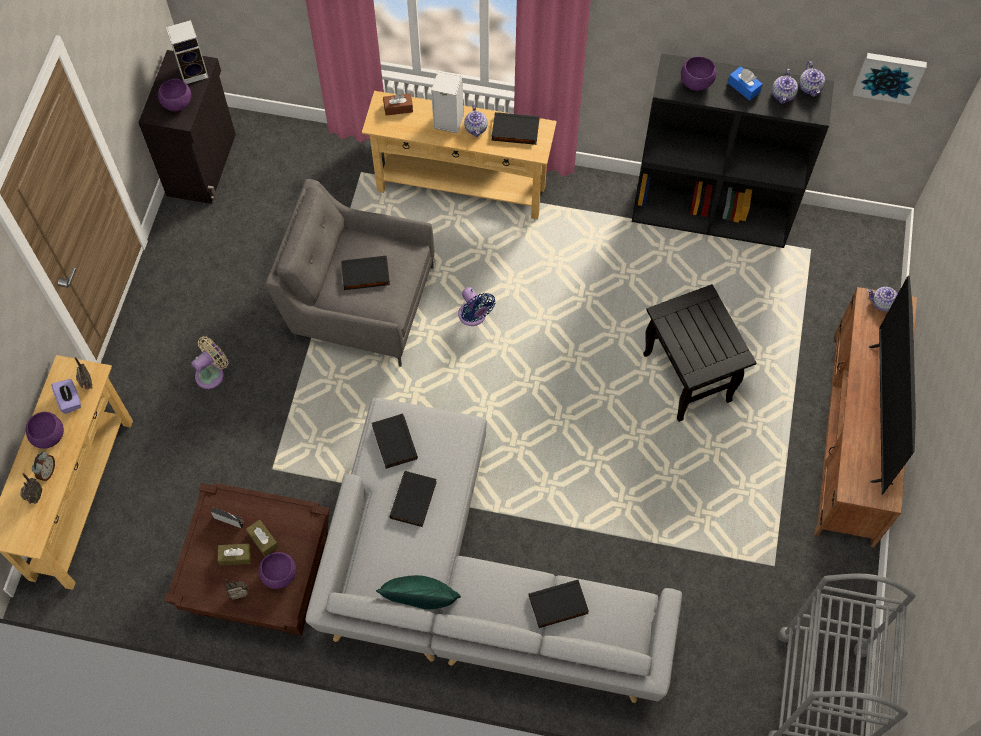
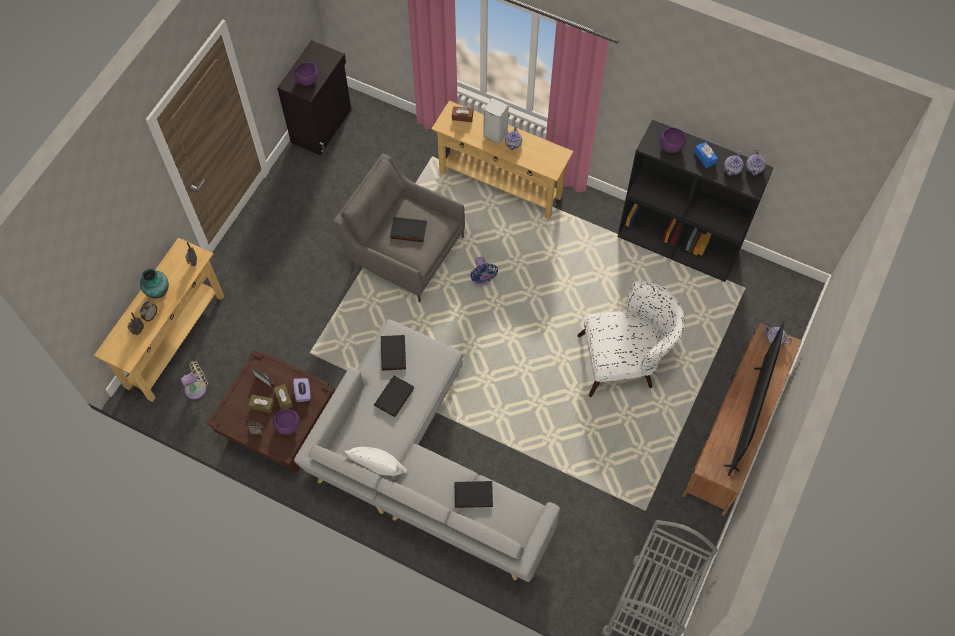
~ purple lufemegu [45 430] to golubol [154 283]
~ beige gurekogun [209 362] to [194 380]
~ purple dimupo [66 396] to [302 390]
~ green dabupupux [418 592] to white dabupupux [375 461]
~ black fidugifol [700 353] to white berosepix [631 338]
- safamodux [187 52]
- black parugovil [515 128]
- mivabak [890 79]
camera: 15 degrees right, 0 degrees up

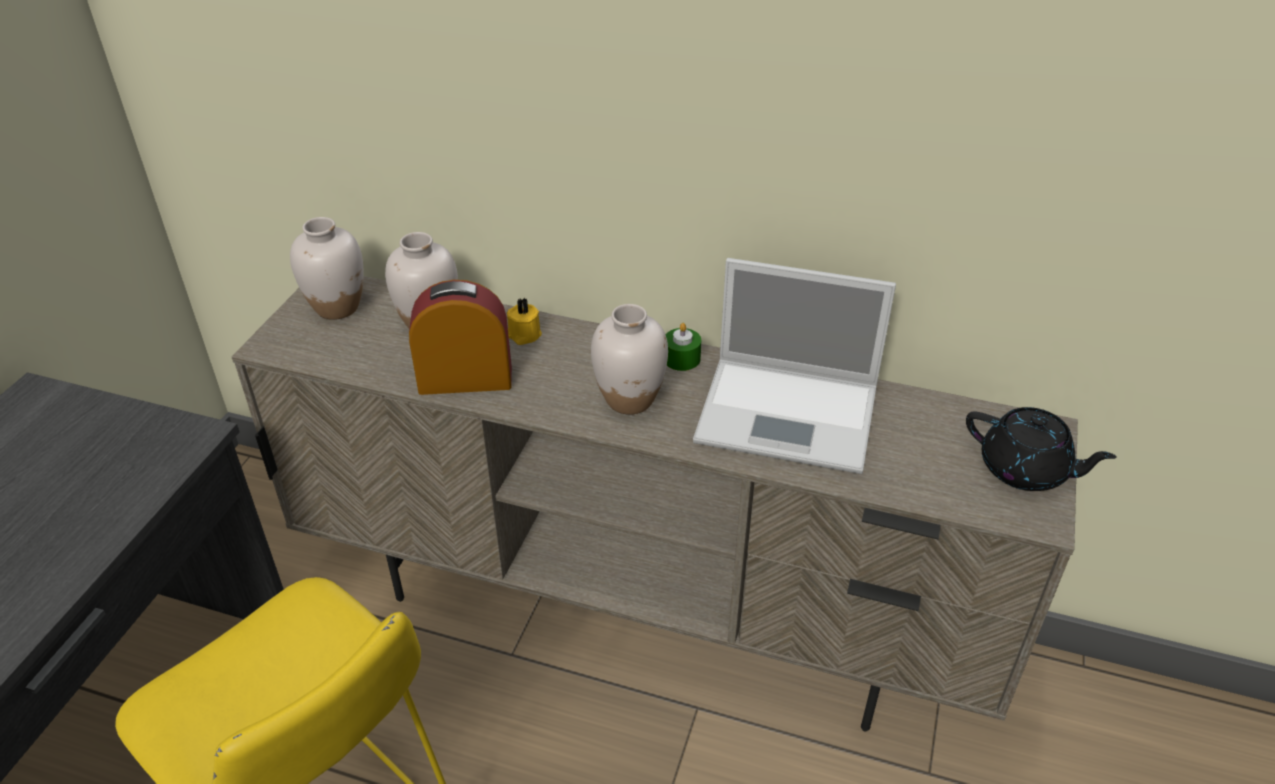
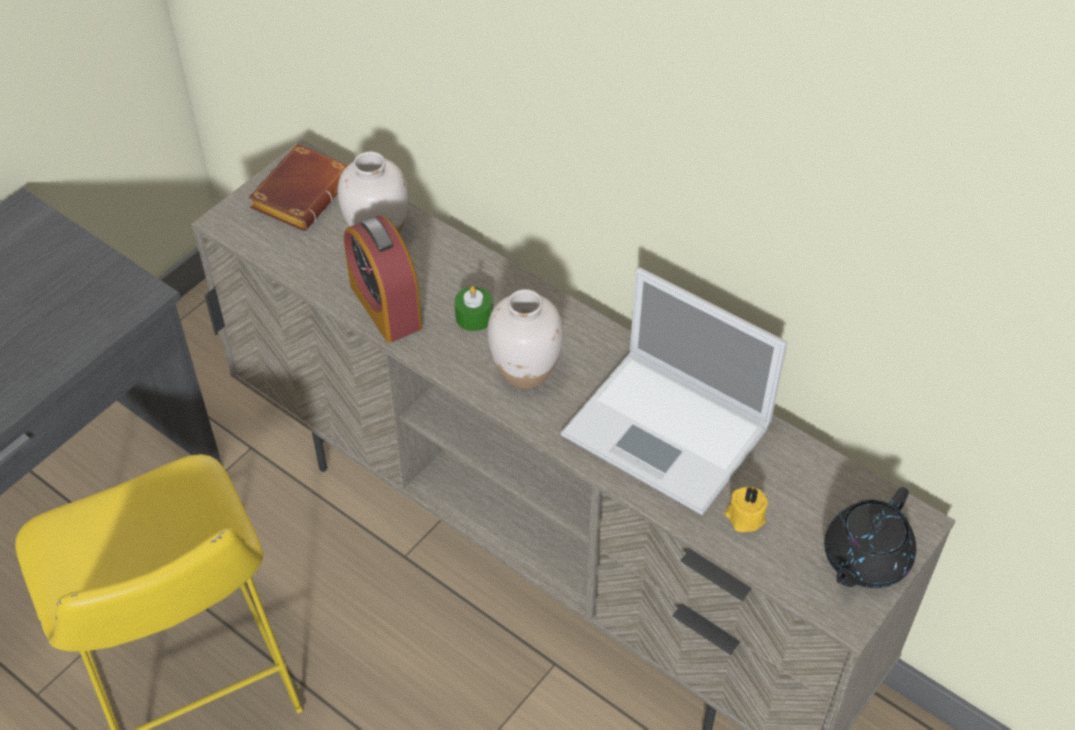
~ white golubol [326 268] to brown parugovil [298 187]
~ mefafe [460 337] = [383 279] 135 degrees counterclockwise
~ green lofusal [683 347] to [474 308]
~ yellow lofusal [524 321] to [746 509]
~ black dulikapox [1041 449] = [870 537] 75 degrees clockwise
camera: 20 degrees right, 10 degrees up

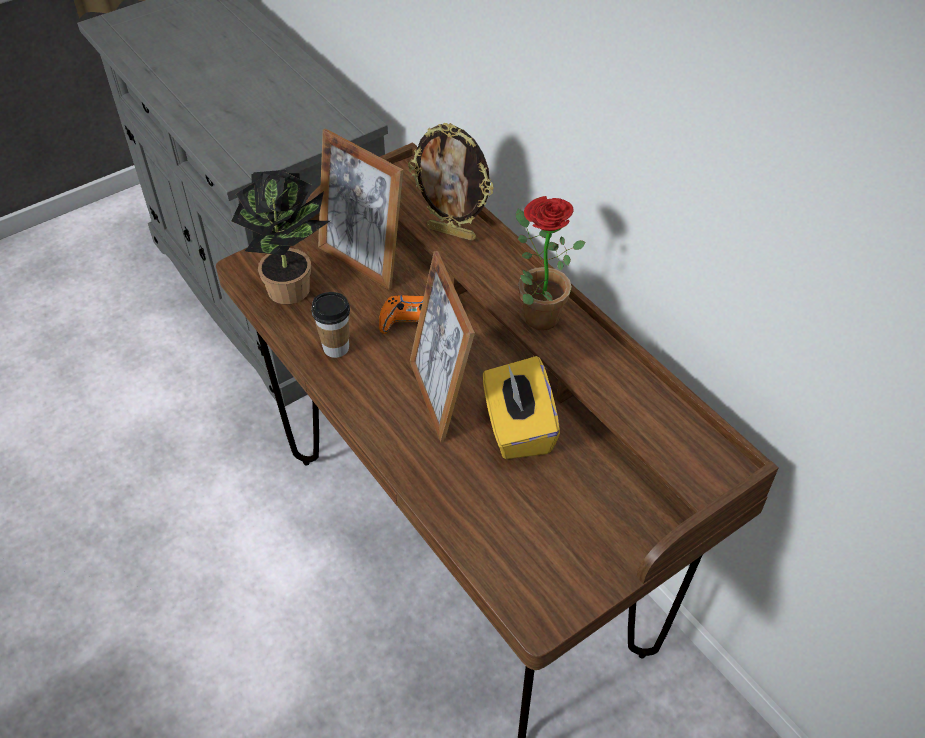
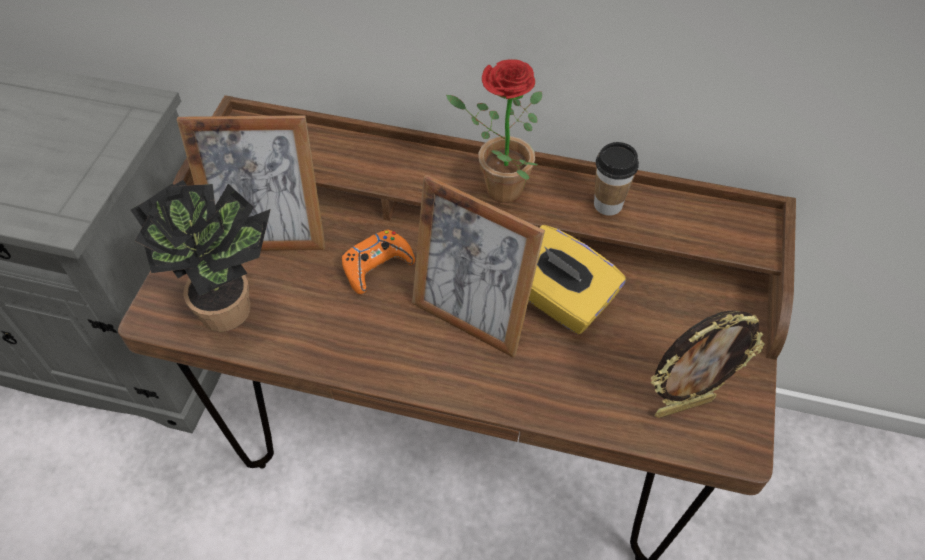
~ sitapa [330 325] to [616 179]
~ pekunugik [451 182] to [708 364]
camera: 40 degrees left, 5 degrees up

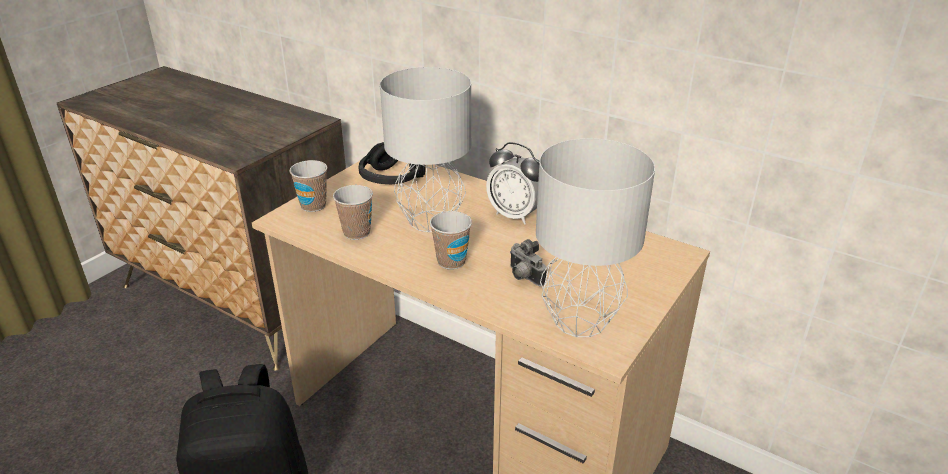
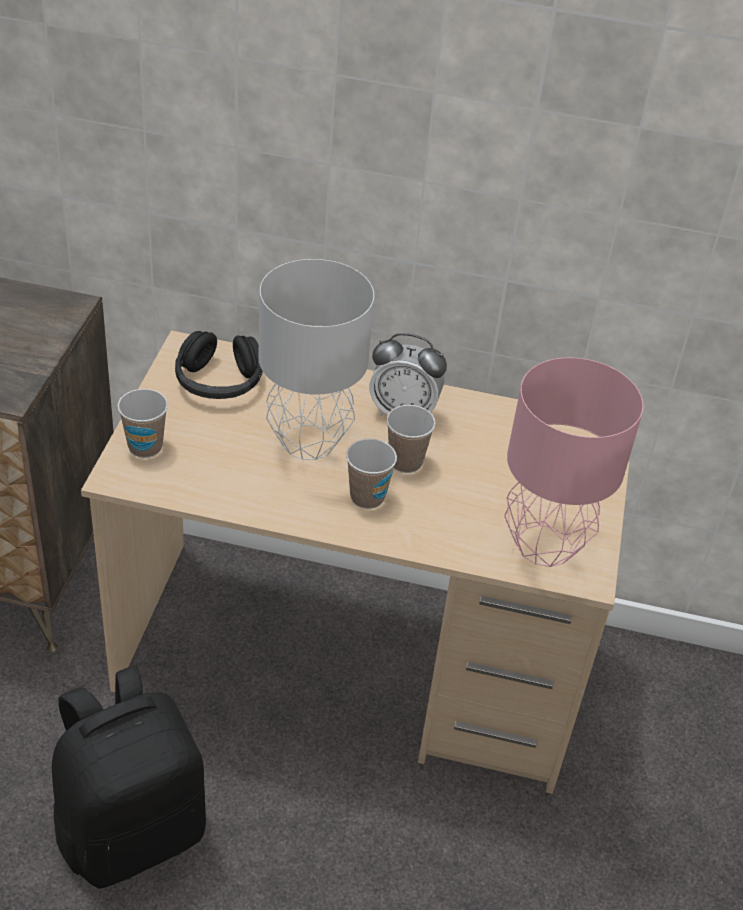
~ sitapa [353 212] to [411 439]
~ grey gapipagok [595 237] to pink gapipagok [573 462]
- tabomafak [528 262]
camera: 25 degrees left, 10 degrees up

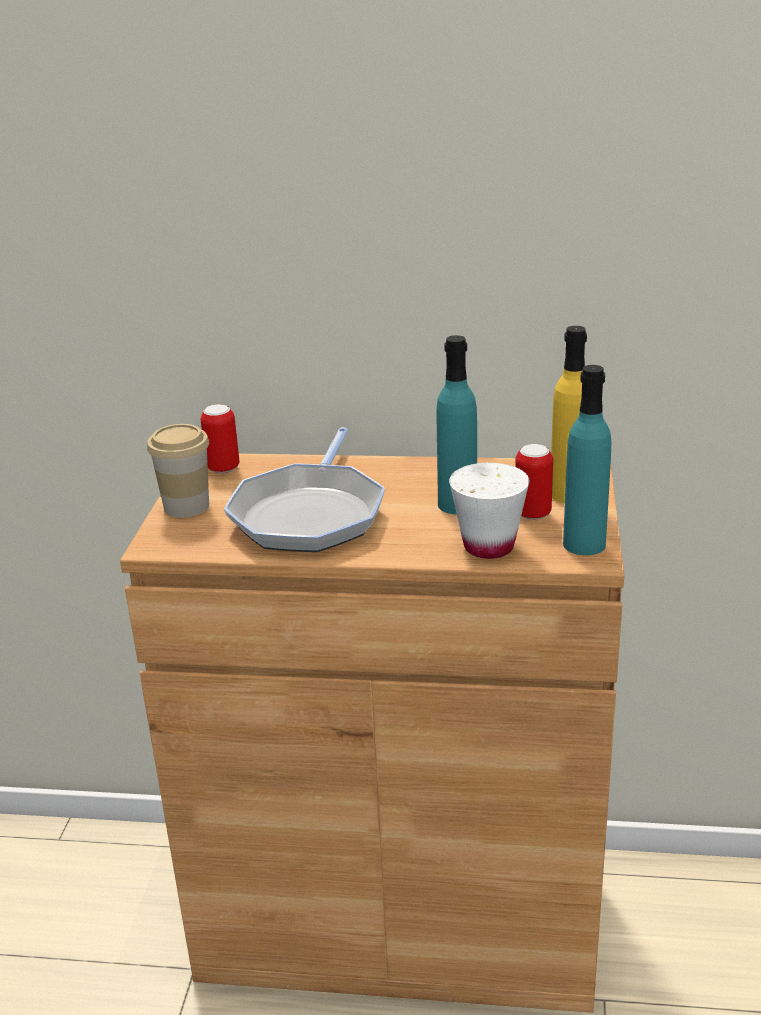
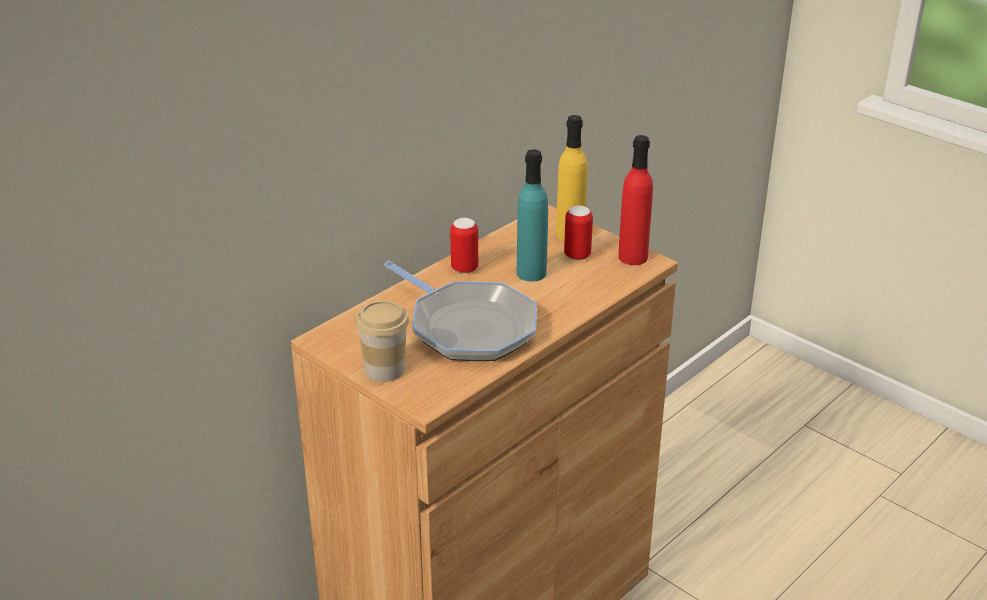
~ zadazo [220 438] to [464 245]
~ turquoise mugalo [587 460] to red mugalo [635 200]
- white sitapa [489 511]
camera: 55 degrees left, 5 degrees up

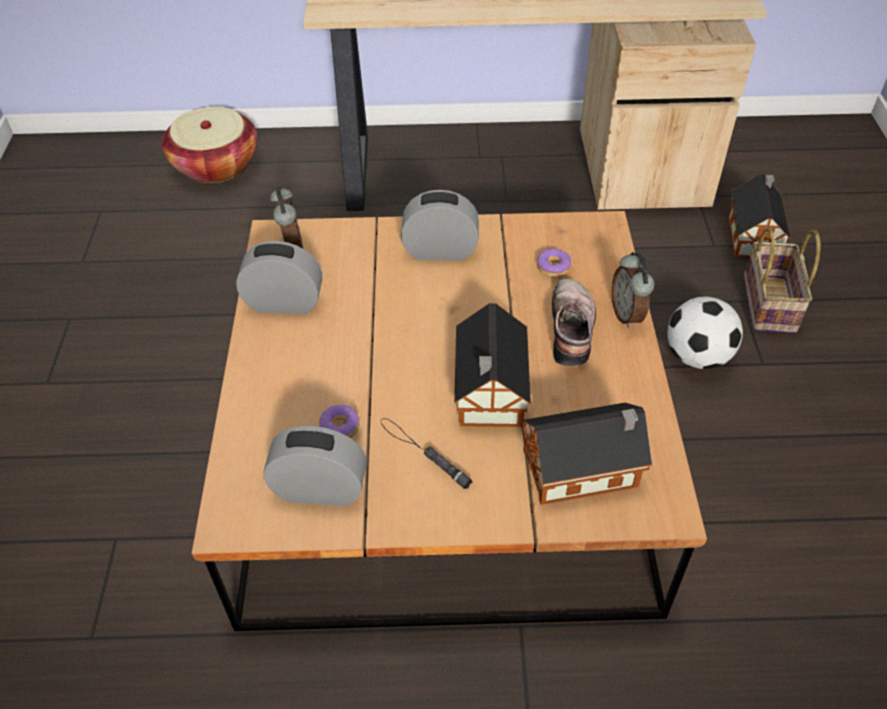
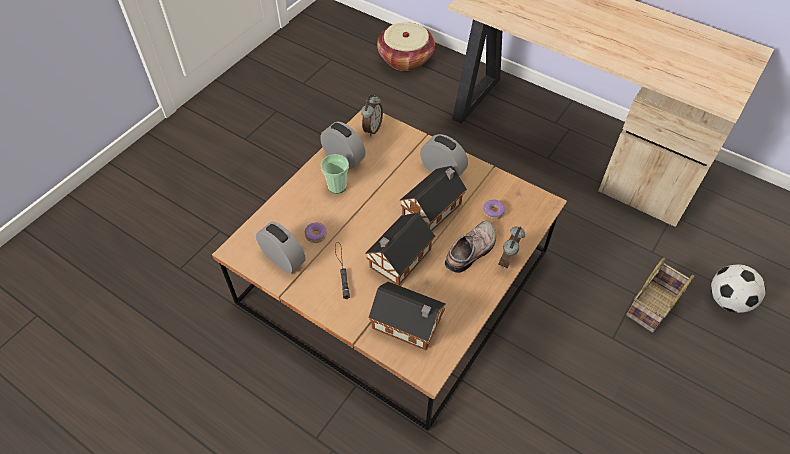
+ sitapa [335 174]
~ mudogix [759 215] to [433 198]
~ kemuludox [705 332] to [738 288]
camera: 35 degrees right, 5 degrees up

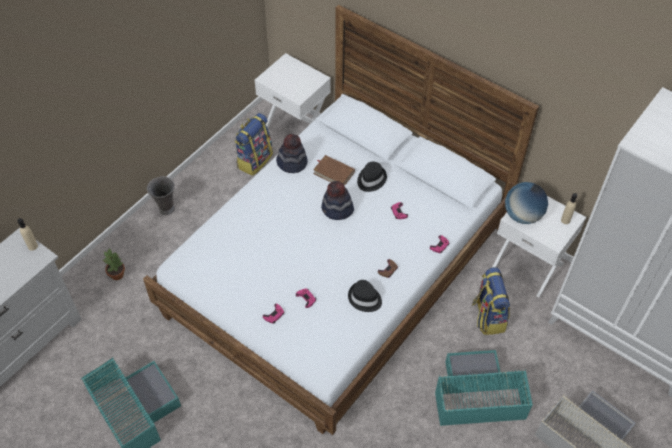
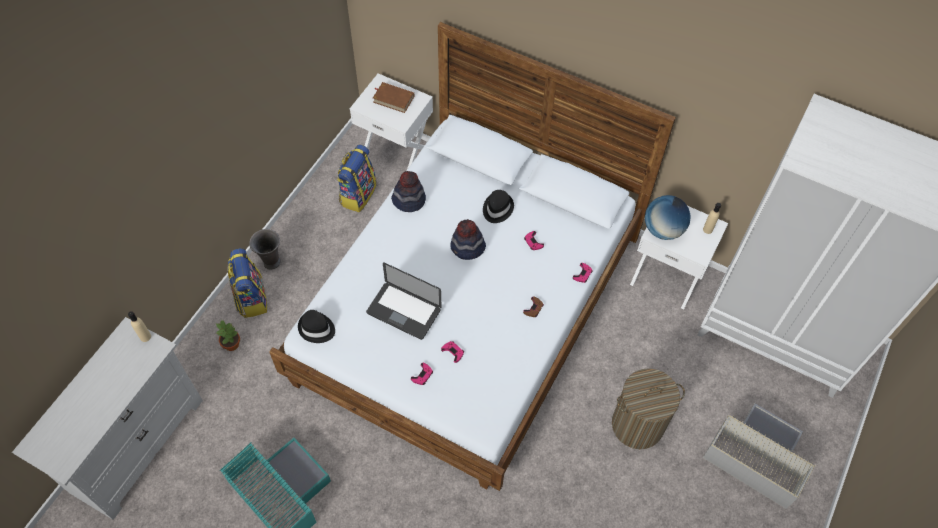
~ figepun [491 301] to [247 283]
~ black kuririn [365 296] to [316 326]
+ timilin [404 301]
~ brown parugovil [334 170] to [393 97]
~ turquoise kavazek [484 388] to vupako [648 408]
camera: 10 degrees left, 5 degrees up

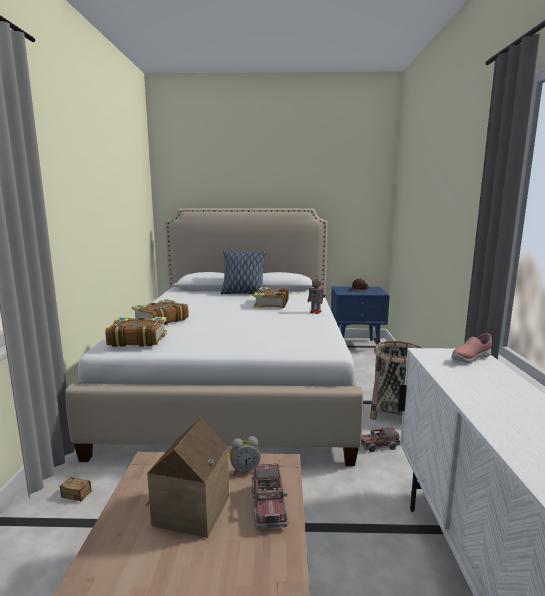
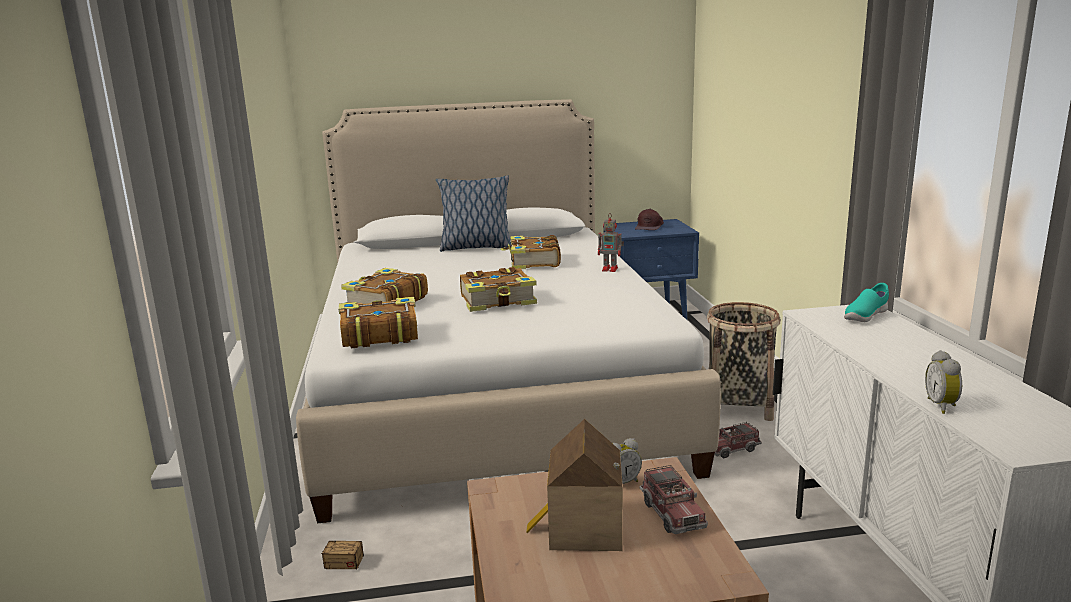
+ parugovil [498 289]
~ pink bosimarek [471 348] to turquoise bosimarek [866 302]
+ mefafe [943 382]
camera: 10 degrees left, 5 degrees up

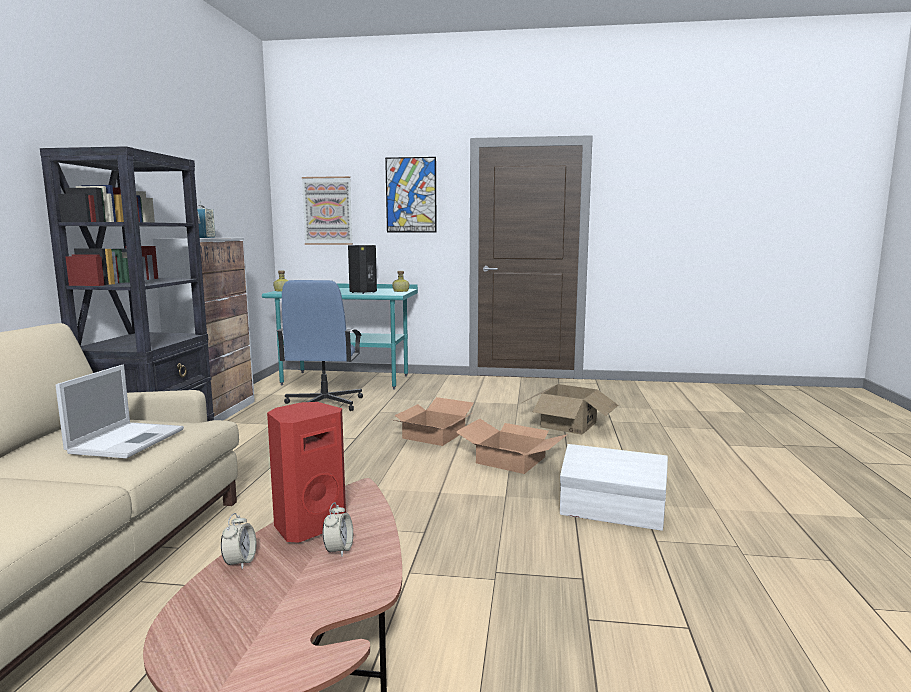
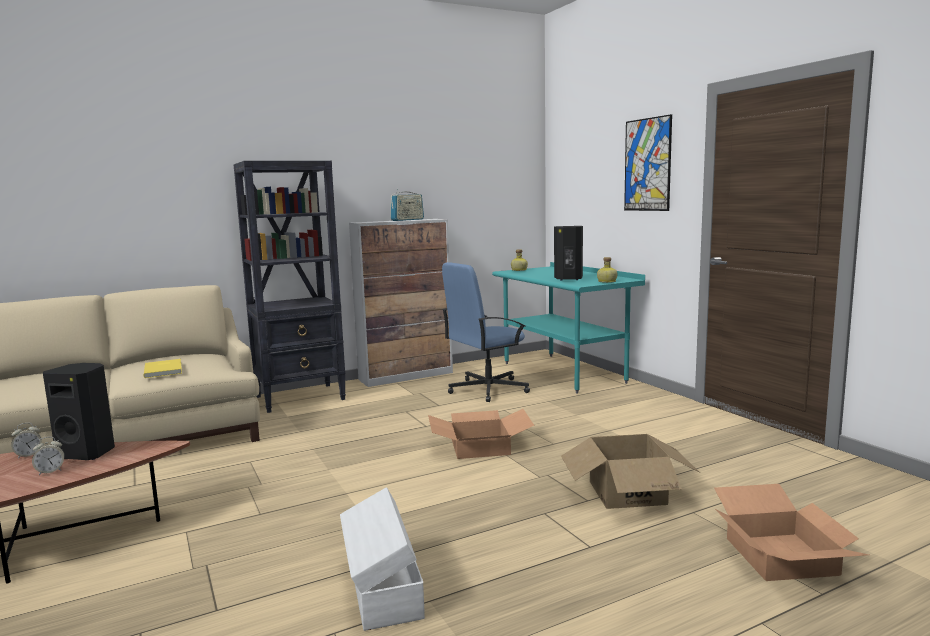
~ red safamodux [306 472] to black safamodux [79 411]
~ timilin [119 411] to yellow parugovil [163 368]
~ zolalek [512 446] to [791 532]
- mivabak [327 210]
camera: 55 degrees right, 0 degrees up

